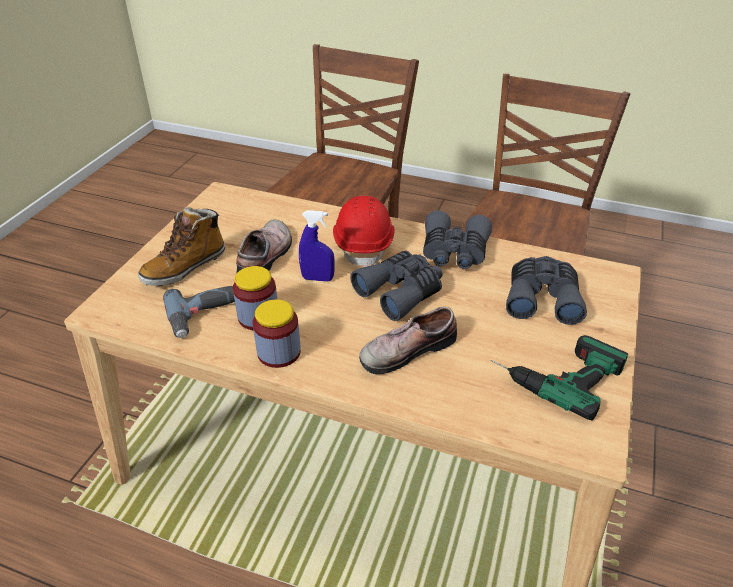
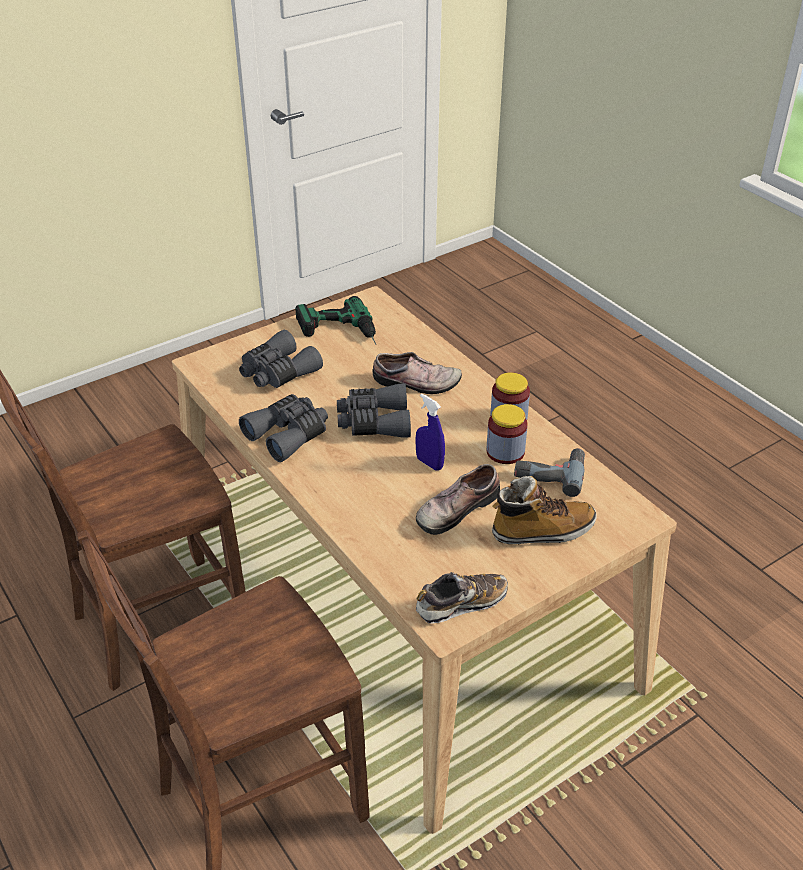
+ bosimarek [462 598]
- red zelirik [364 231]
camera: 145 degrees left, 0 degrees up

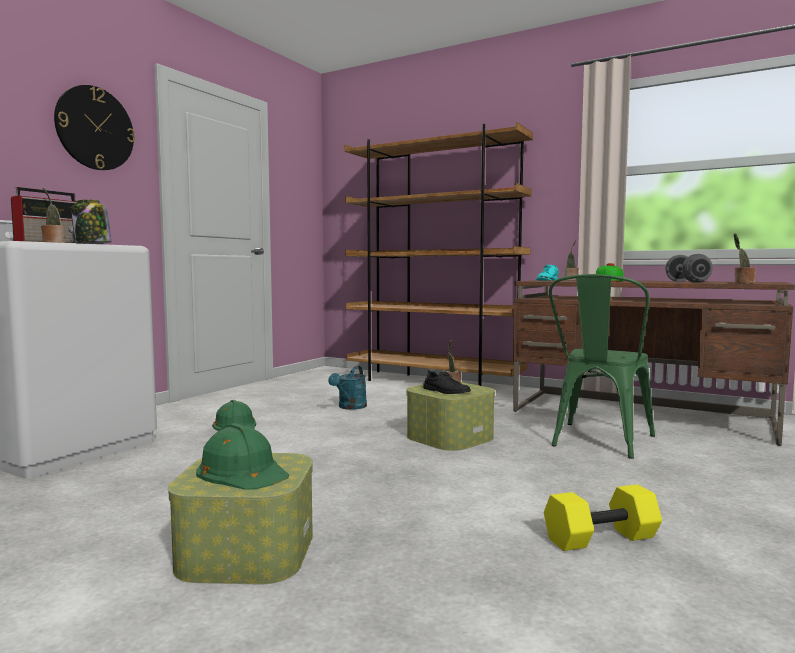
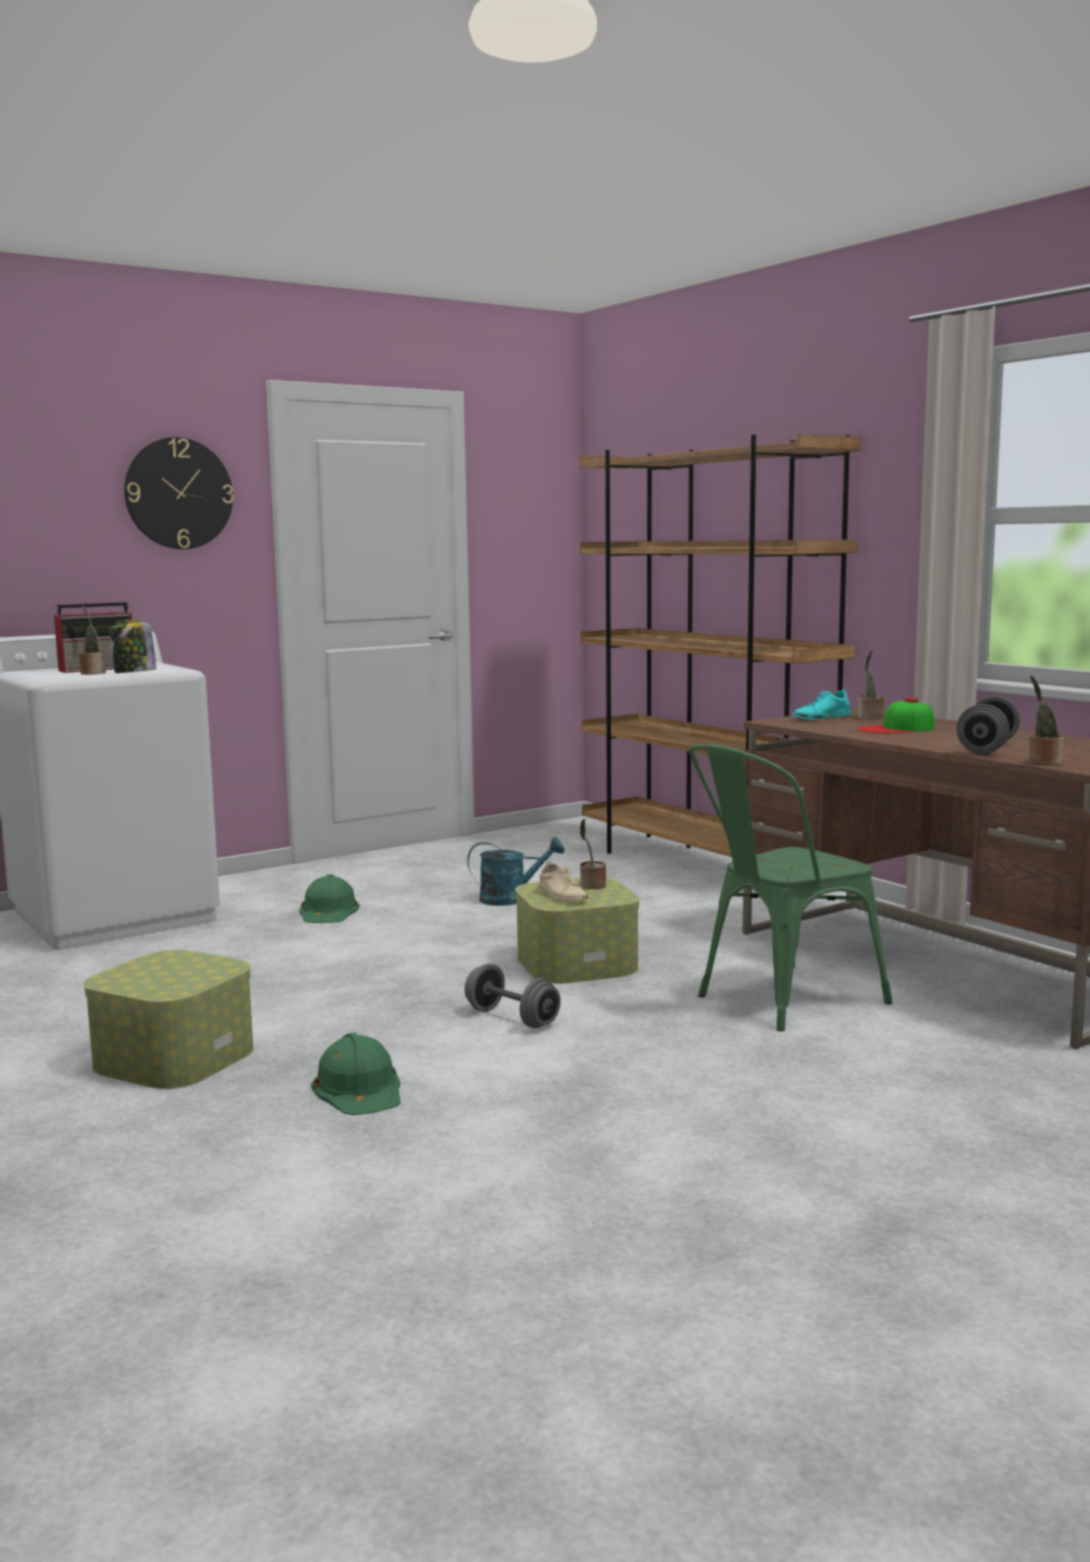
~ green zelirik [242 456] to [356 1074]
+ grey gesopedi [513 996]
~ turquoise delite [347 388] = [515 871] 150 degrees counterclockwise
~ black bosimarek [447 382] to beige bosimarek [563 882]
- yellow gesopedi [603 517]
camera: 25 degrees right, 5 degrees up

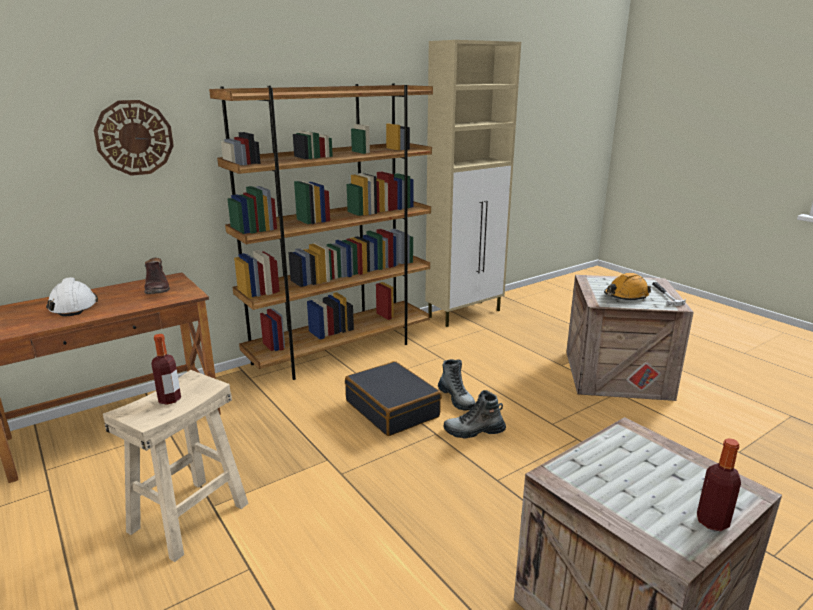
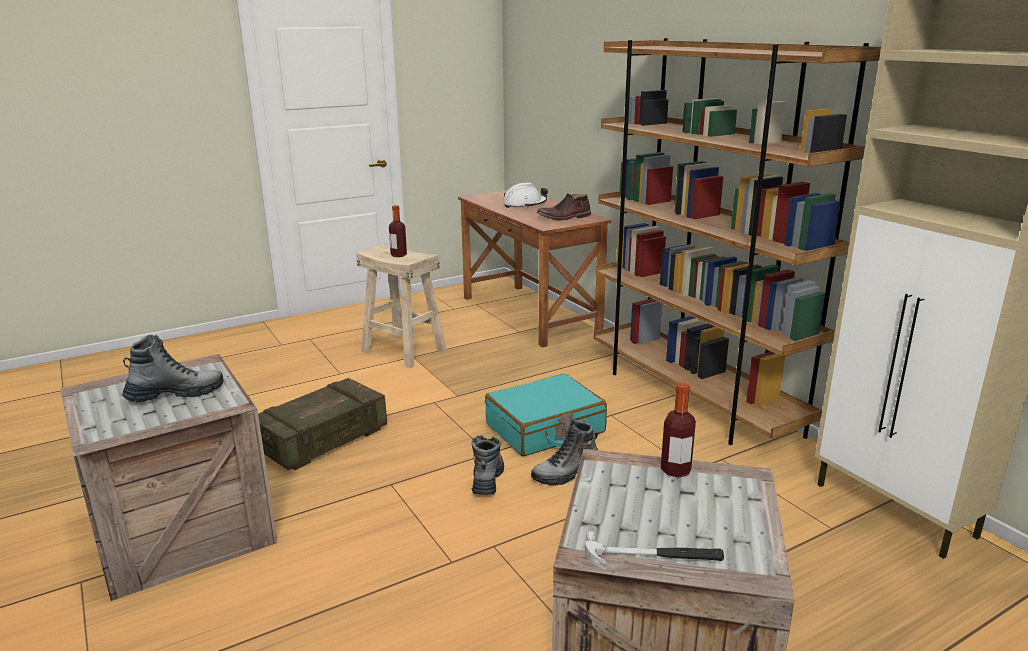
+ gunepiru [173 368]
+ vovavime [322 424]
~ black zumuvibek [393 398] to turquoise zumuvibek [546 415]
~ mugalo [719 484] to [678 430]
- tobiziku [134 138]
- orange zelirik [627 286]
camera: 95 degrees right, 0 degrees up

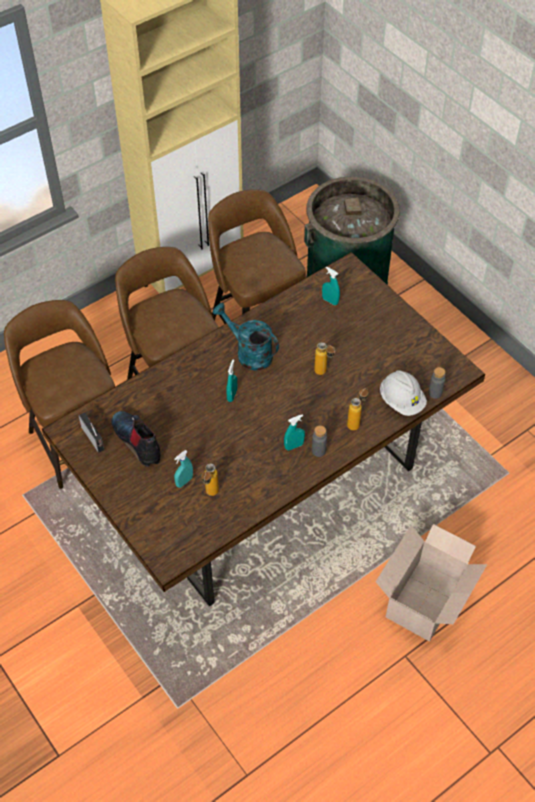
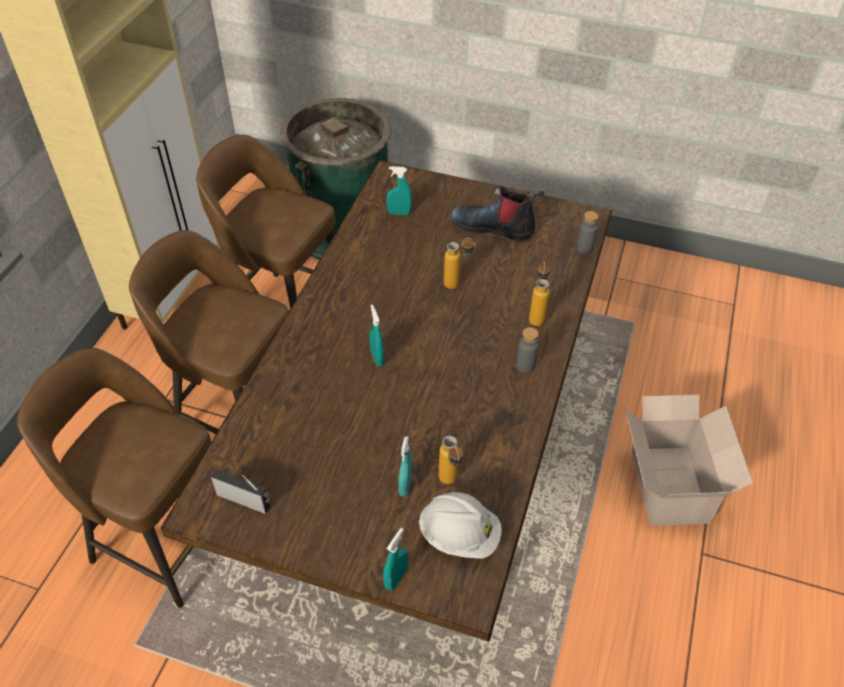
~ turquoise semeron [294 432] to [395 559]
~ white zelirik [403 393] to [460 525]
~ gunepiru [136 439] to [497 213]
- turquoise delite [245 336]
camera: 35 degrees left, 5 degrees down

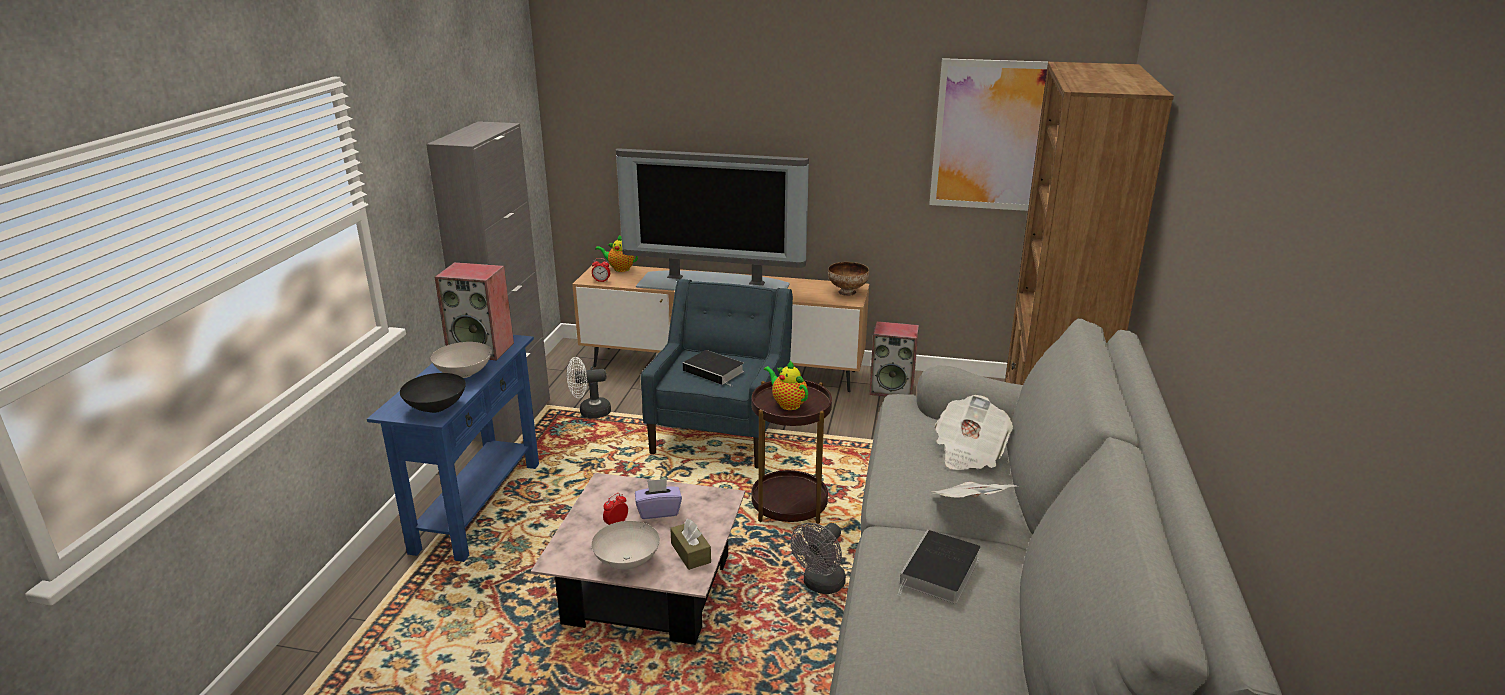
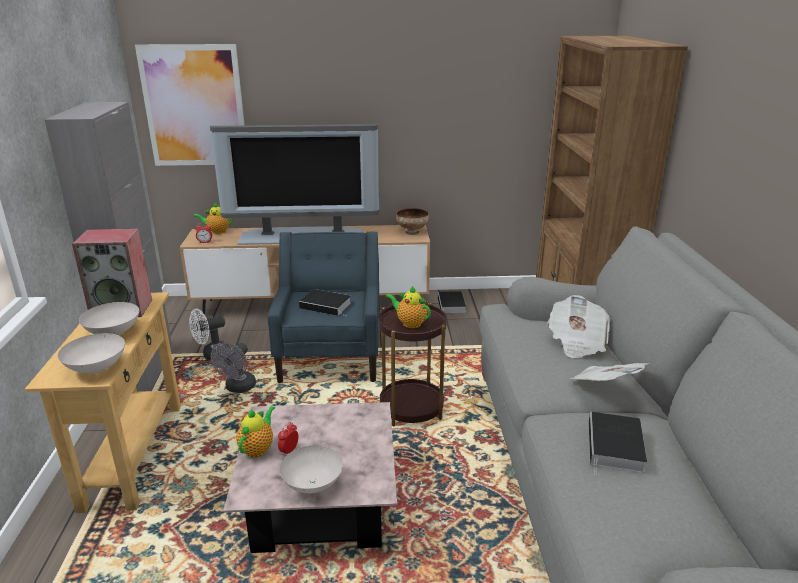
~ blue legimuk [453 448] to beige legimuk [103 402]
~ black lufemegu [433 393] to white lufemegu [91 353]
~ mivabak [988 134] to [190 105]
~ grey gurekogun [818 558] to [233 367]
+ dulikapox [255 432]
~ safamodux [894 359] to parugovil [452 302]
- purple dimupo [658 499]
- brown dimupo [690 544]
camera: 15 degrees left, 0 degrees up

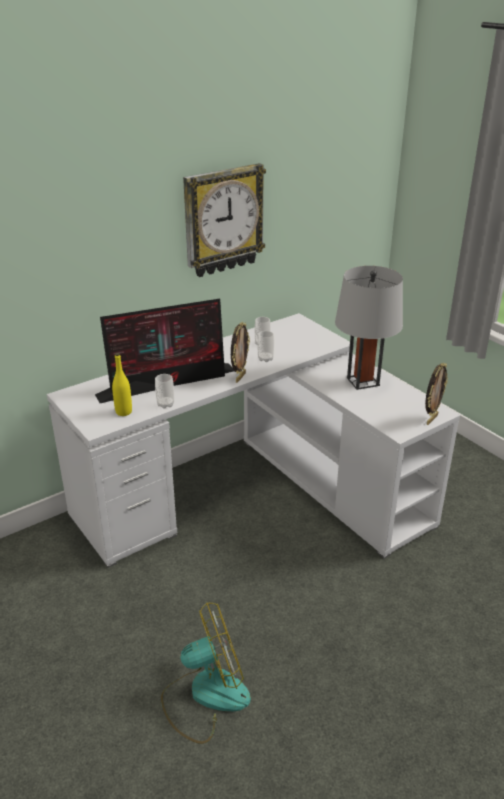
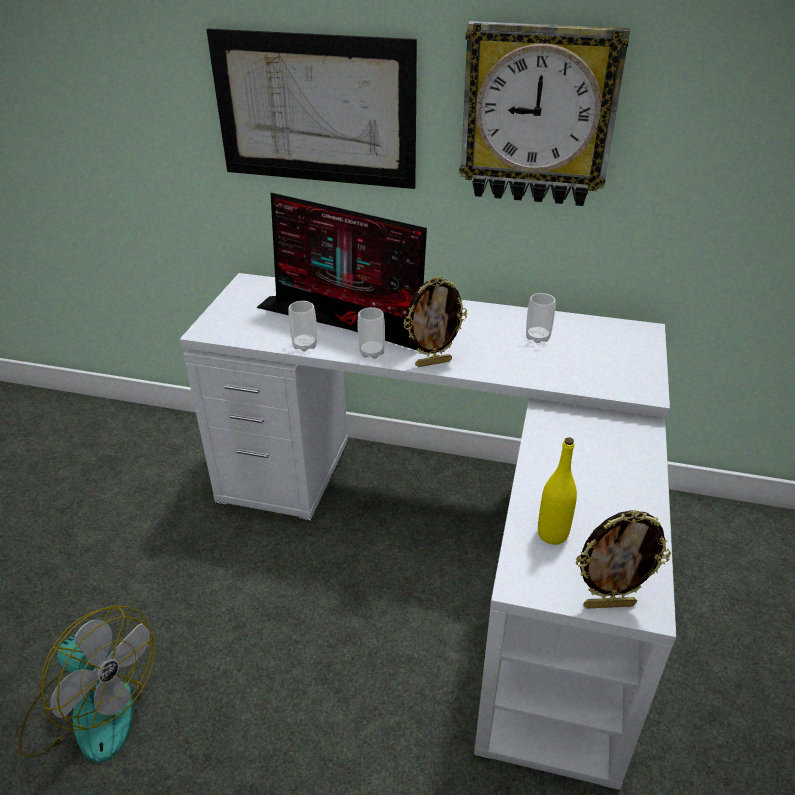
+ mivabak [311 109]
~ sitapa [266 346] to [371 333]
~ yellow mugalo [122 384] to [557 491]
- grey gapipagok [369 328]
camera: 50 degrees right, 5 degrees up

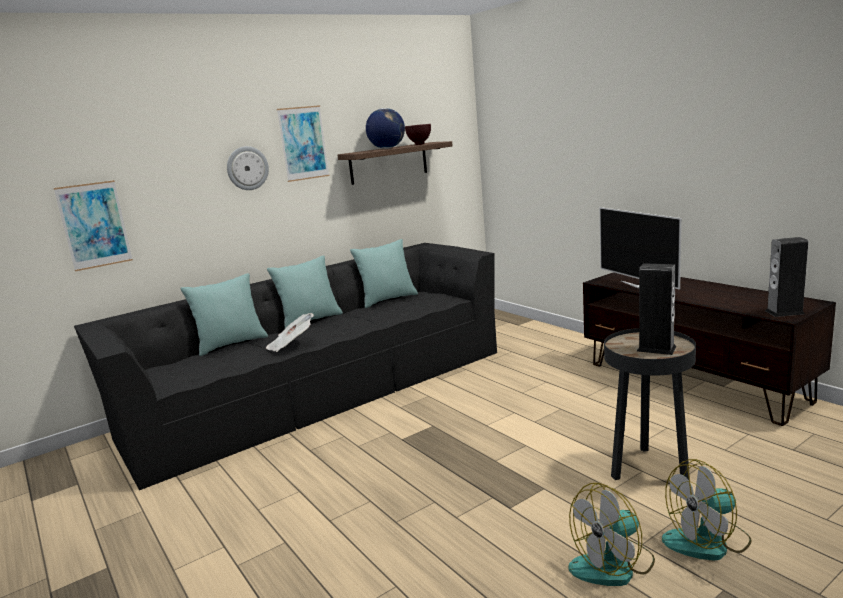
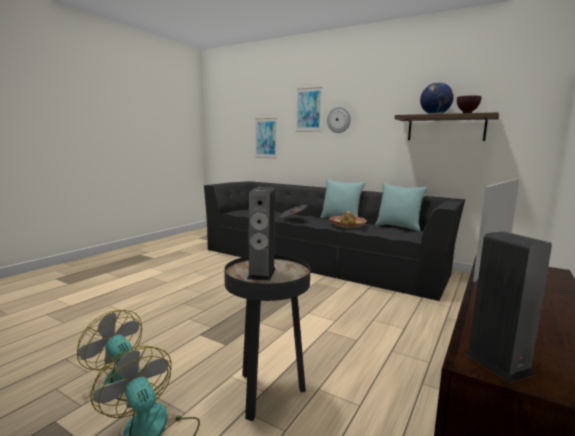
~ mivabak [303 143] to [309 109]
+ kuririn [348 219]
- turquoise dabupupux [224 314]
camera: 65 degrees right, 5 degrees down

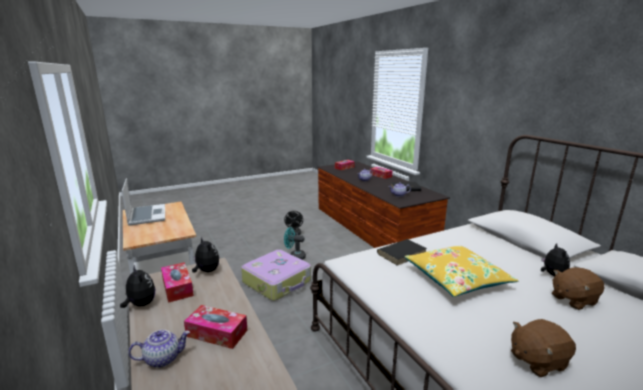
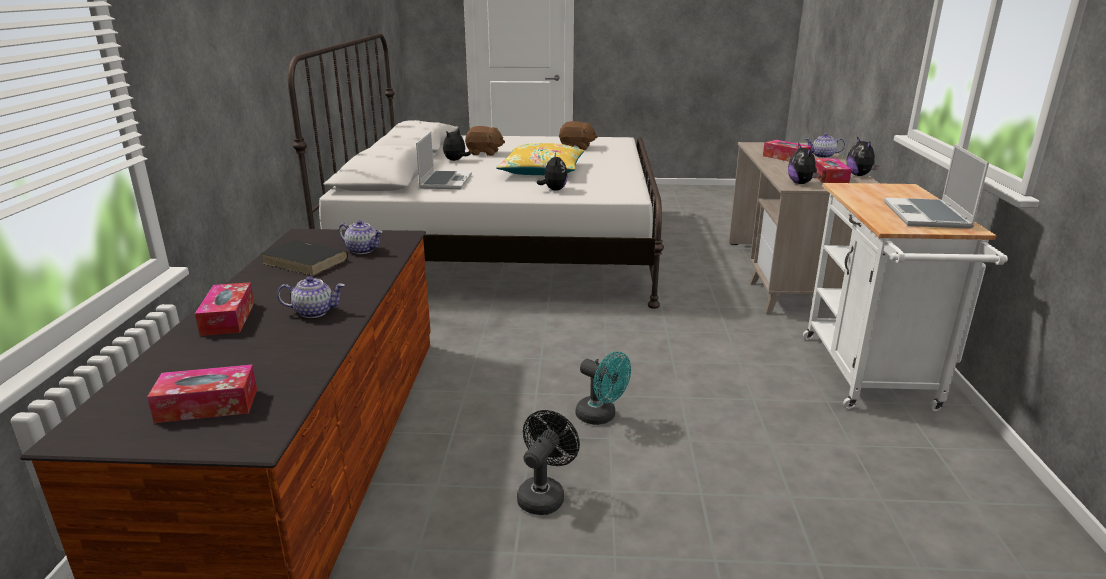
+ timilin [444 160]
~ black parugovil [402 252] to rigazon [552 172]
- zumuvibek [276 275]
camera: 150 degrees left, 5 degrees up

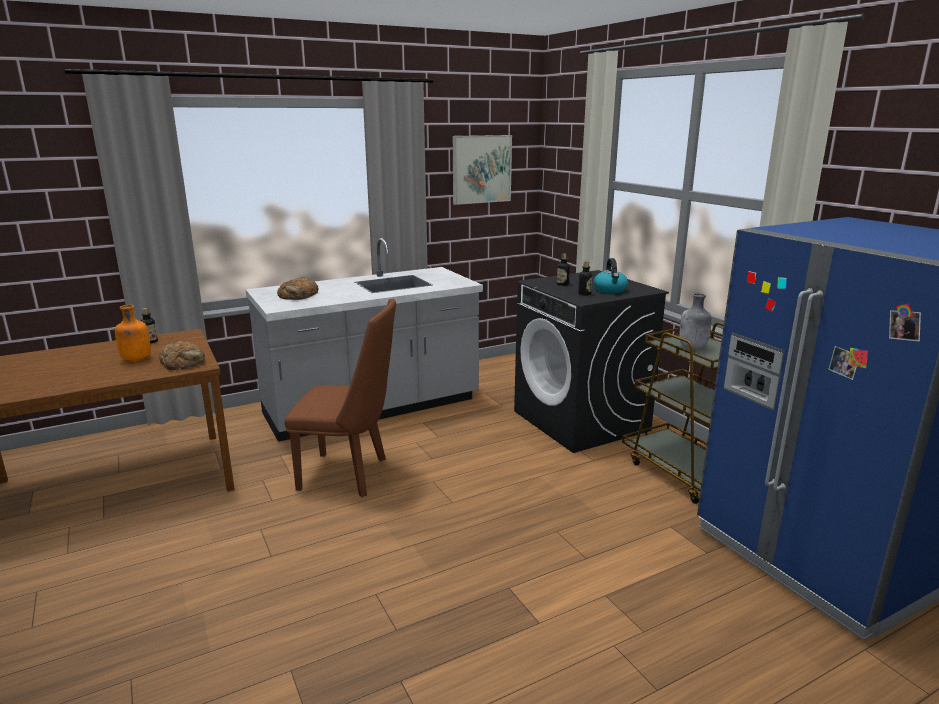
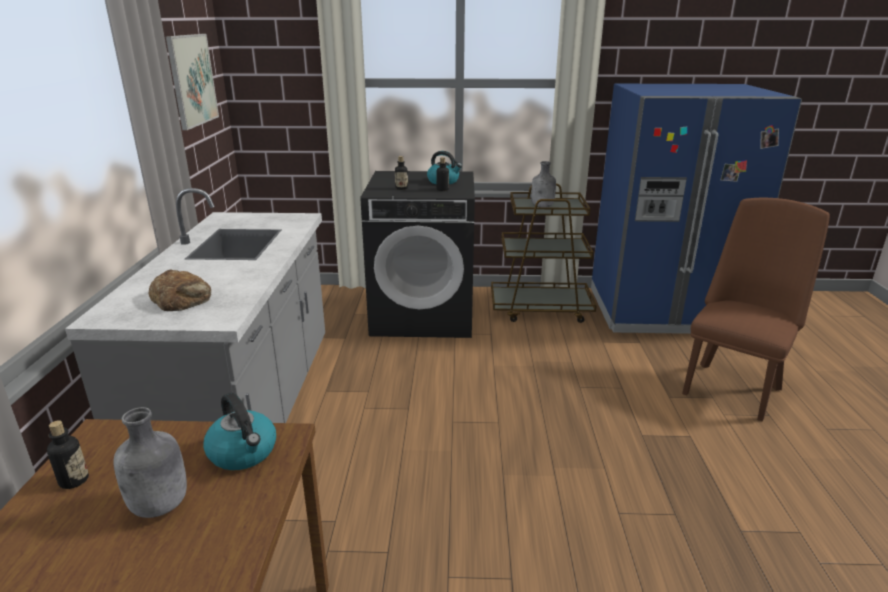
~ orange mugalo [133 333] to grey mugalo [150 462]
~ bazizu [182 355] to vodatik [239 431]
~ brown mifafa [340 398] to [756 310]
camera: 60 degrees left, 5 degrees up

